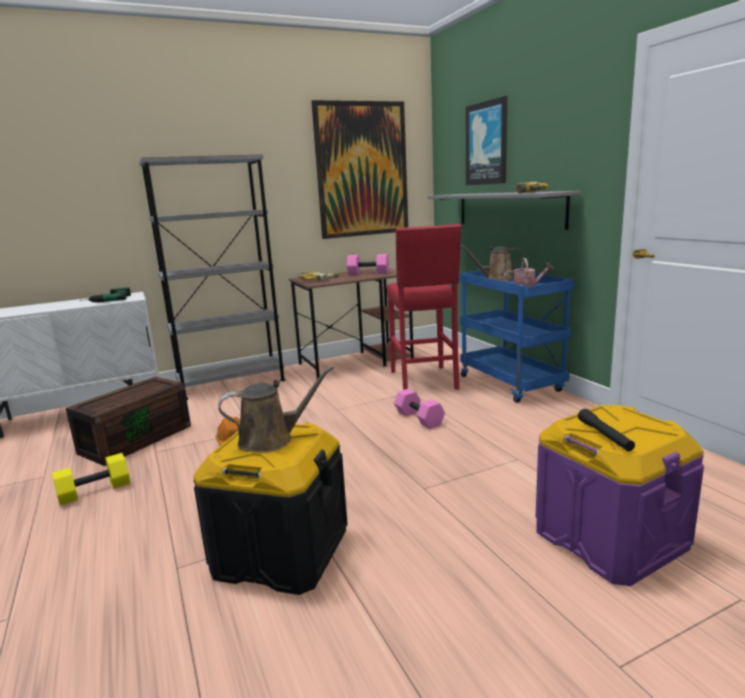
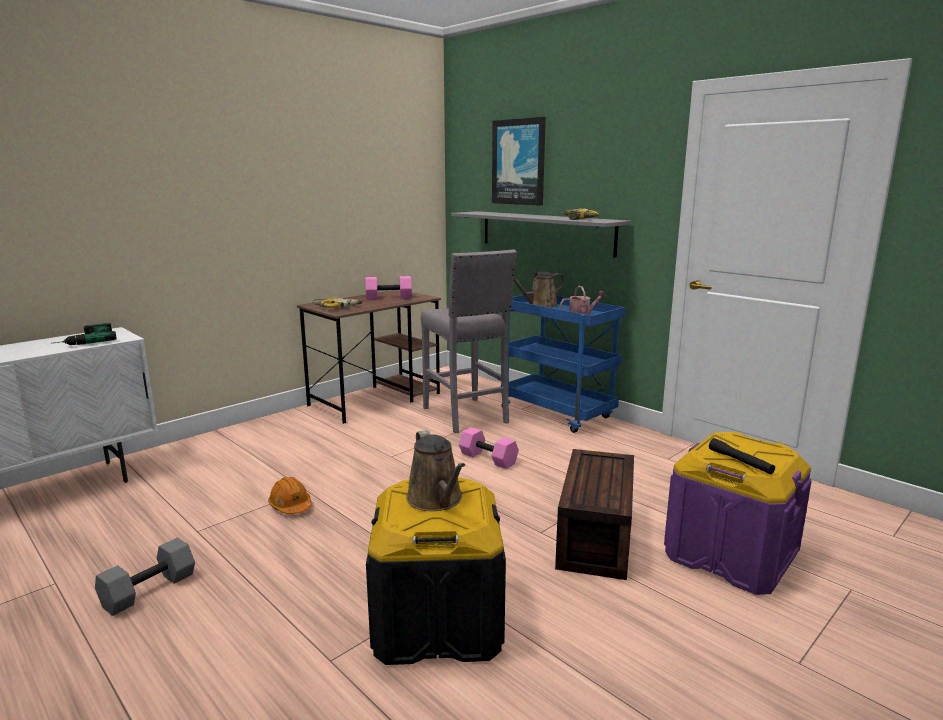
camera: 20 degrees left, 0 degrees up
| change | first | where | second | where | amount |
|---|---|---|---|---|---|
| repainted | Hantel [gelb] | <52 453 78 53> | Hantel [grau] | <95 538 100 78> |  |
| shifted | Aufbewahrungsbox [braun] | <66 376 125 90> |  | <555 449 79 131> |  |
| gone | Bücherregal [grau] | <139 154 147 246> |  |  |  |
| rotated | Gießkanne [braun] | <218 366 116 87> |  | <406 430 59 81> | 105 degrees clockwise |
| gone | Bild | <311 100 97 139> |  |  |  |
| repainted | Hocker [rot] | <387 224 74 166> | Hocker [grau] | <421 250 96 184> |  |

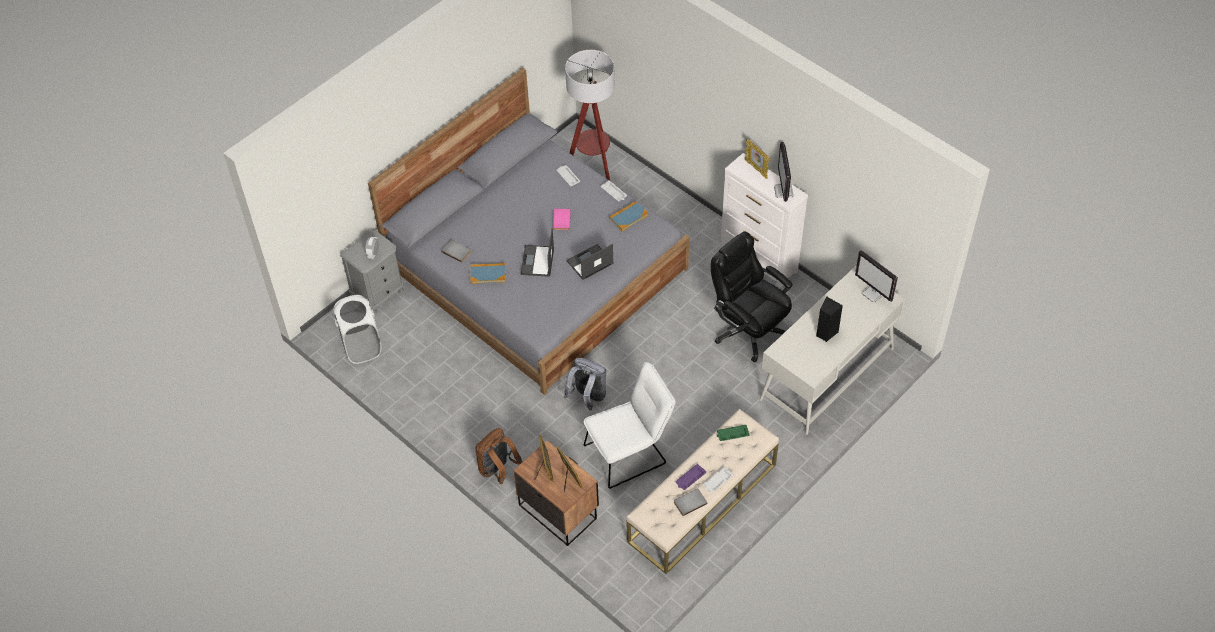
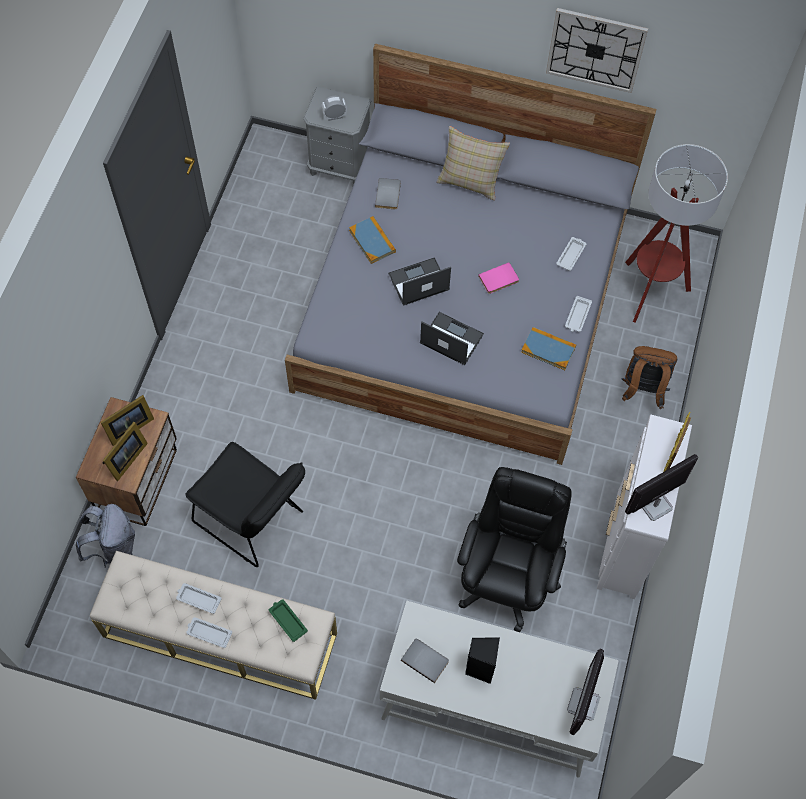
camera: 60 degrees right, 10 degrees up
| change | first | where | second | where | amount |
|---|---|---|---|---|---|
| gone | Wäschekorb [weiß] | <333 295 49 69> |  |  |  |
| shifted | Rucksack [braun] | <476 428 47 56> |  | <621 346 56 63> |  |
| shifted | Rucksack [grau] | <564 358 42 52> |  | <76 504 59 64> |  |
| repainted | Stuhl [weiß] | <584 362 92 127> | Stuhl [schwarz] | <185 442 120 125> |  |
| shifted | Buch [grau] | <674 489 33 27> |  | <401 639 48 44> |  |
| repainted | Tablett [lila] | <676 464 30 26> | Tablett [weiß] | <176 583 46 31> |  |
| new |  |  | Kissen [beige] | <436 126 74 75> |  |
| new |  |  | Wanduhr | <546 8 102 85> |  |

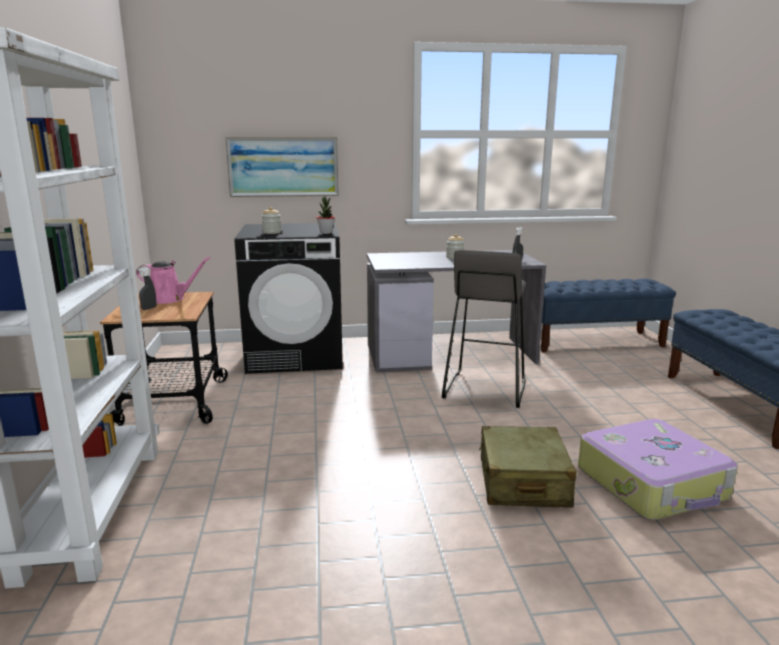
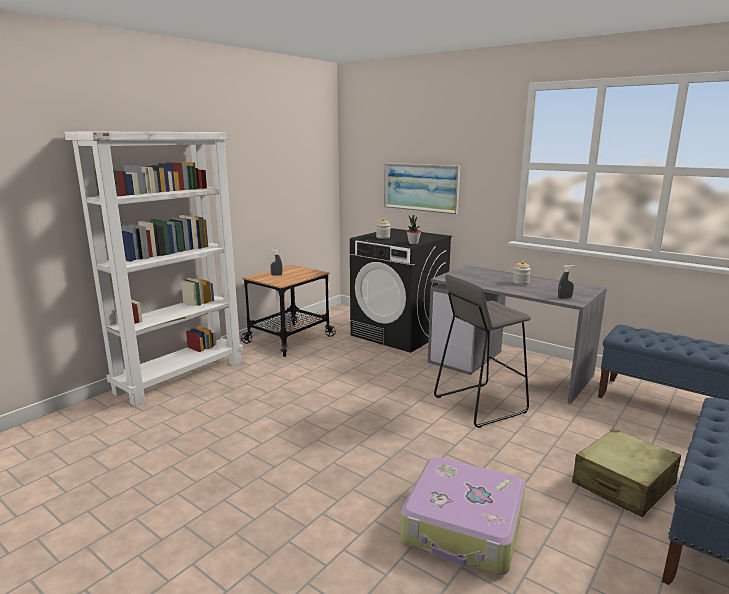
camera: 45 degrees right, 0 degrees up
| change | first | where | second | where | amount |
|---|---|---|---|---|---|
| gone | Gießkanne [rosa] | <136 257 74 47> |  |  |  |
| shifted | Koffer [beige] | <479 426 98 81> |  | <572 429 109 88> |  |

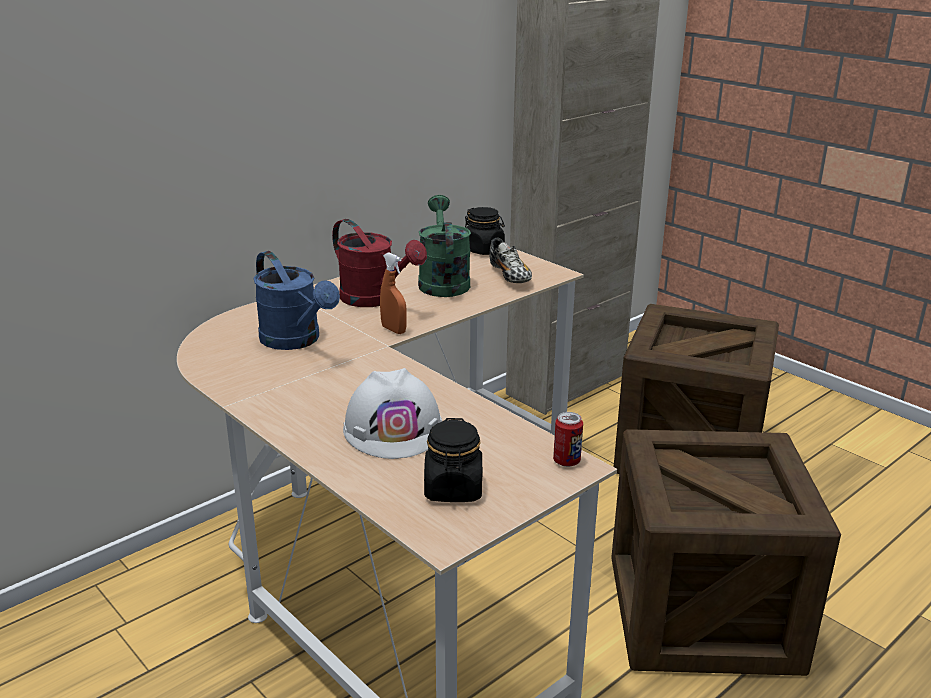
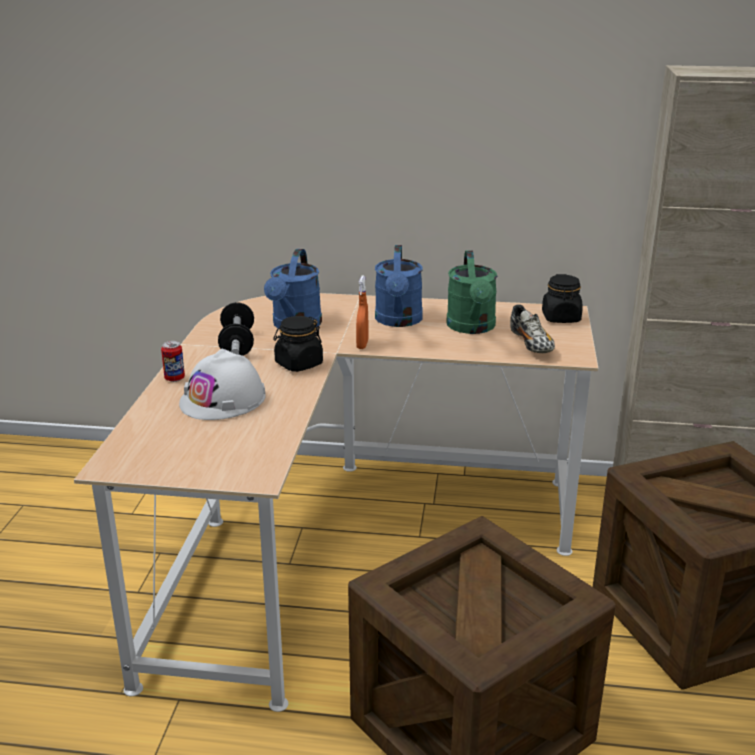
camera: 50 degrees right, 0 degrees up
| change | first | where | second | where | amount |
|---|---|---|---|---|---|
| repainted | Gießkanne [rot] | <332 219 95 88> | Gießkanne [blau] | <375 245 48 82> |  |
| rotated | Gießkanne [grün] | <418 195 53 102> |  | <446 250 51 84> | 135 degrees clockwise |
| shifted | Vorratsglas [schwarz] | <424 418 59 84> |  | <273 316 50 56> |  |
| rotated | Schuh | <489 238 43 45> |  | <510 305 45 48> | 45 degrees counterclockwise |
| shifted | Dose | <553 412 30 55> |  | <161 341 24 41> |  |
| new |  |  | Hantel | <218 302 36 54> |  |

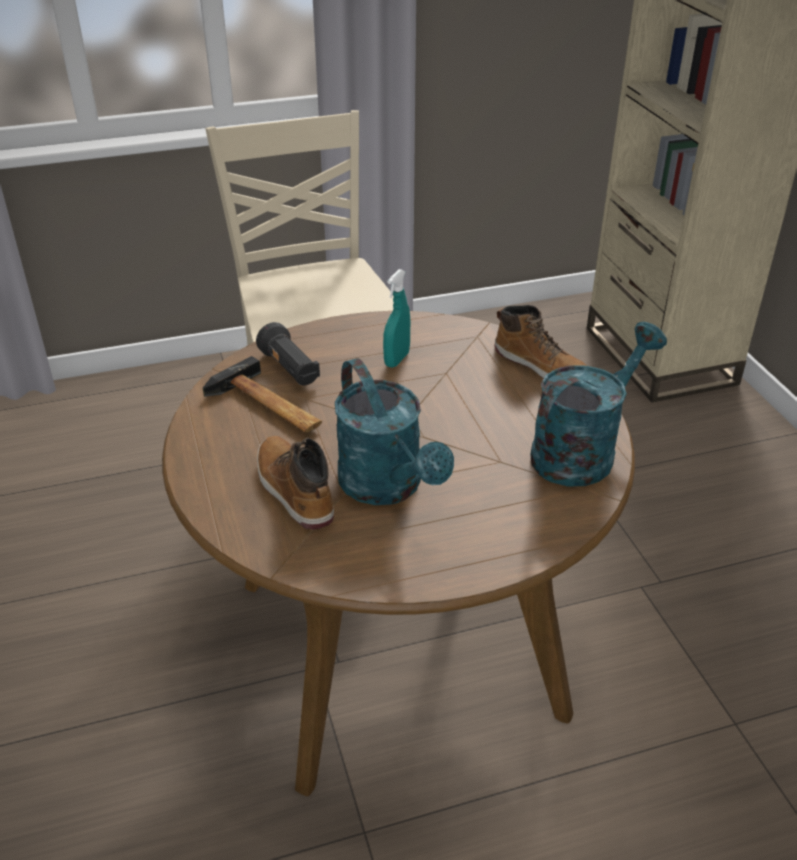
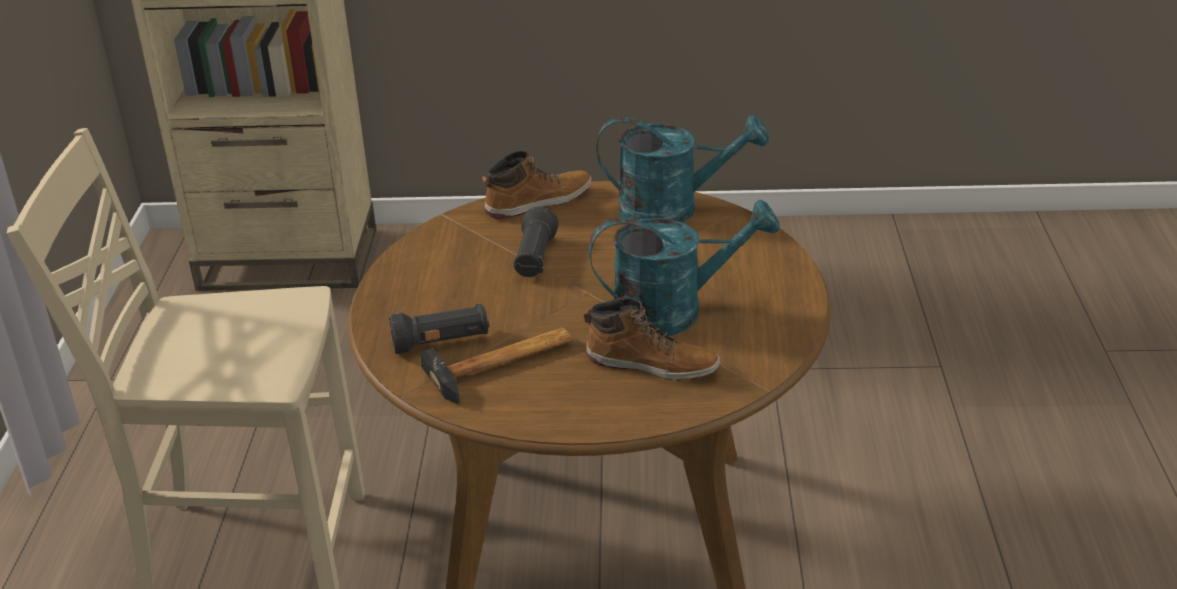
camera: 70 degrees left, 5 degrees down
| change | first | where | second | where | amount |
|---|---|---|---|---|---|
| rotated | Stiefel | <257 436 77 94> |  | <584 297 136 84> | 150 degrees counterclockwise |
| gone | Sprühflasche [türkis] | <383 269 27 98> |  |  |  |
| rotated | Gießkanne [türkis] | <530 322 137 164> |  | <596 115 173 108> | 120 degrees clockwise |
| new |  |  | Taschenlampe [schwarz] | <514 207 44 70> |  |

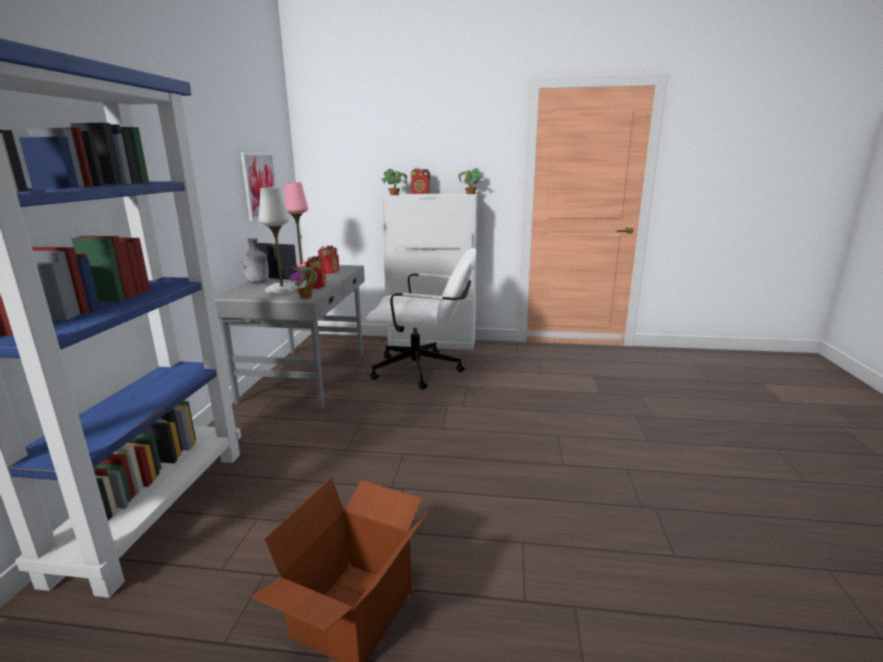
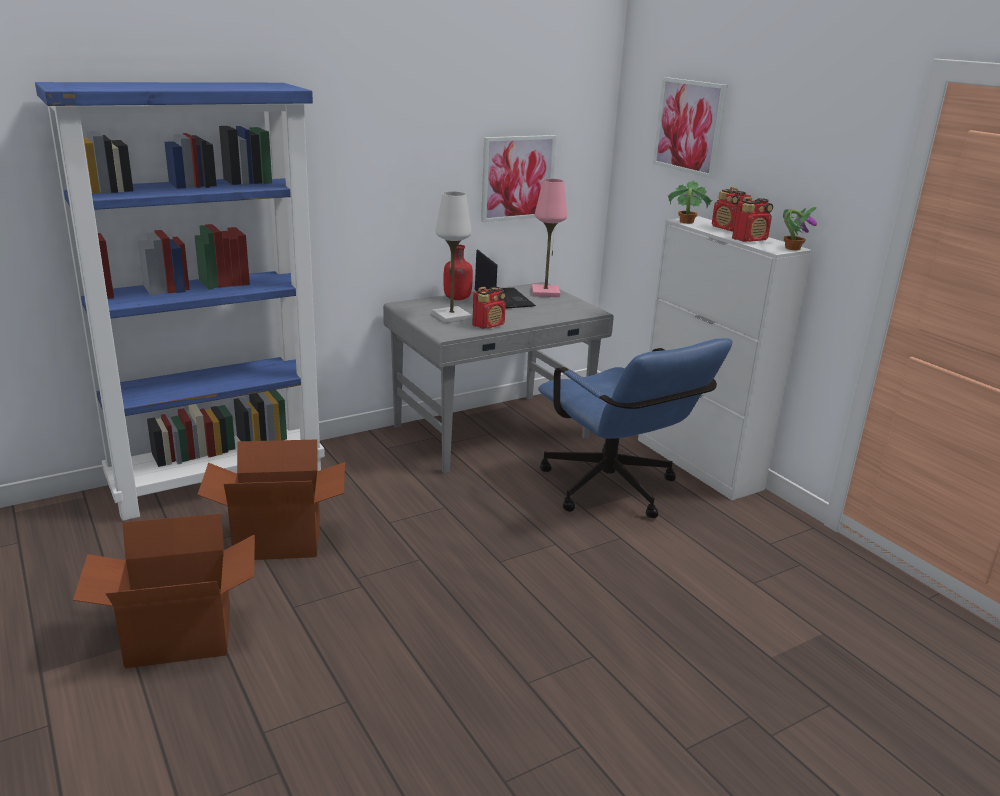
camera: 50 degrees right, 5 degrees up
| change | first | where | second | where | amount |
|---|---|---|---|---|---|
| repainted | Flasche [grau] | <243 238 26 45> | Flasche [rot] | <443 244 30 56> |  |
| gone | Topfpflanze | <290 267 27 31> |  |  |  |
| shifted | Radio | <318 246 21 28> |  | <732 197 41 45> |  |
| repainted | Bürostuhl [weiß] | <366 248 111 141> | Bürostuhl [blau] | <538 338 195 180> |  |
| new |  |  | Karton | <197 439 148 121> |  |
| new |  |  | Bild | <653 77 74 101> |  |

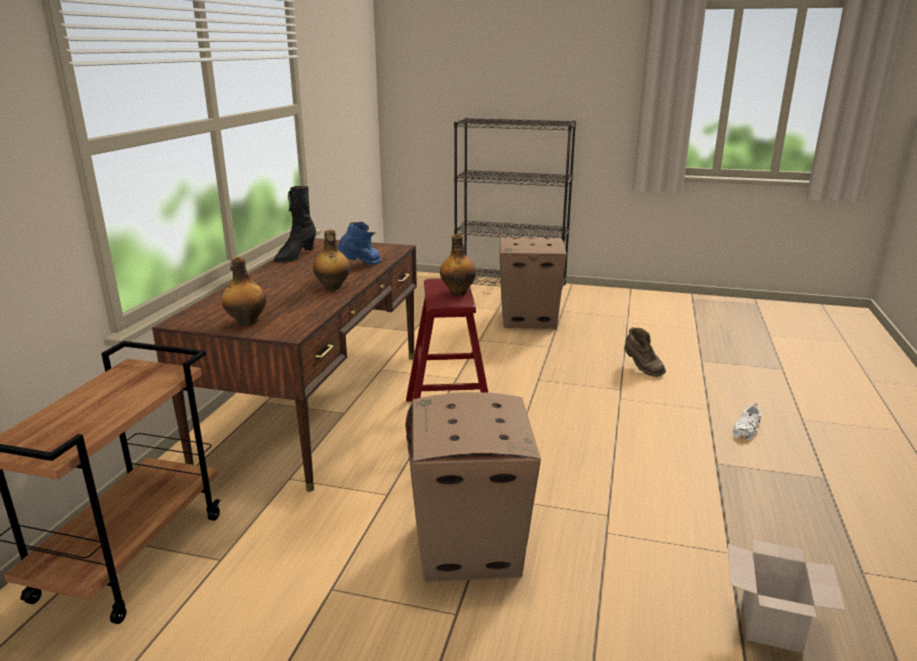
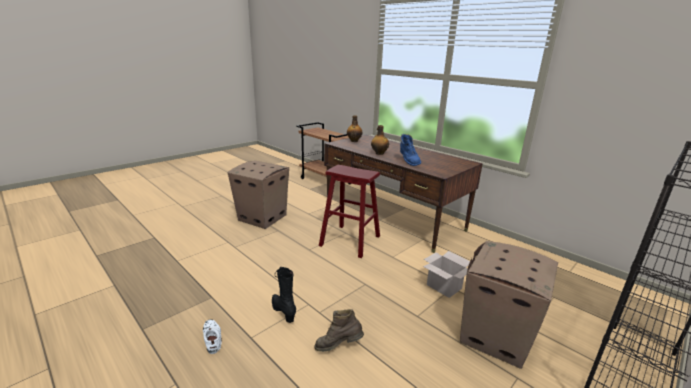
camera: 120 degrees right, 0 degrees up
| change | first | where | second | where | amount |
|---|---|---|---|---|---|
| shifted | Stiefel [schwarz] | <274 186 42 77> |  | <272 267 24 56> |  |
| gone | Flasche | <440 234 36 61> |  |  |  |
| shifted | Karton | <728 540 117 113> |  | <423 251 47 47> |  |

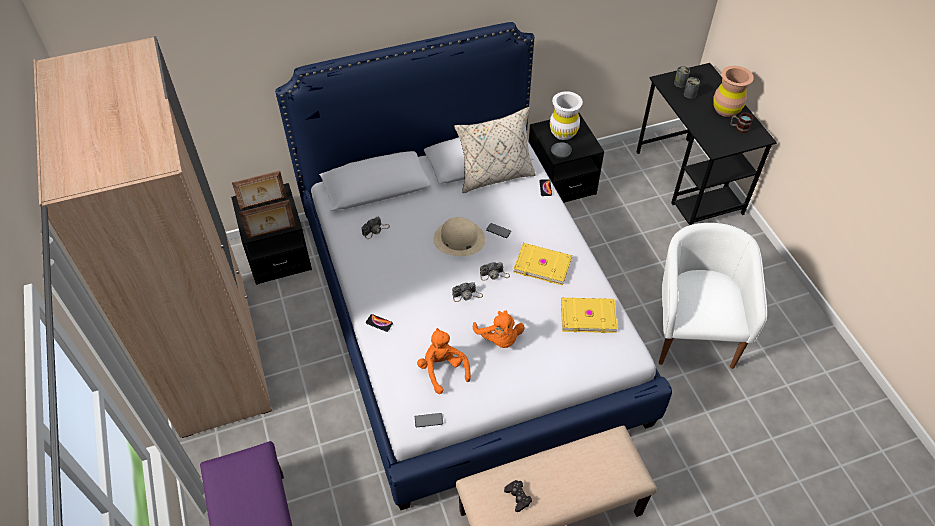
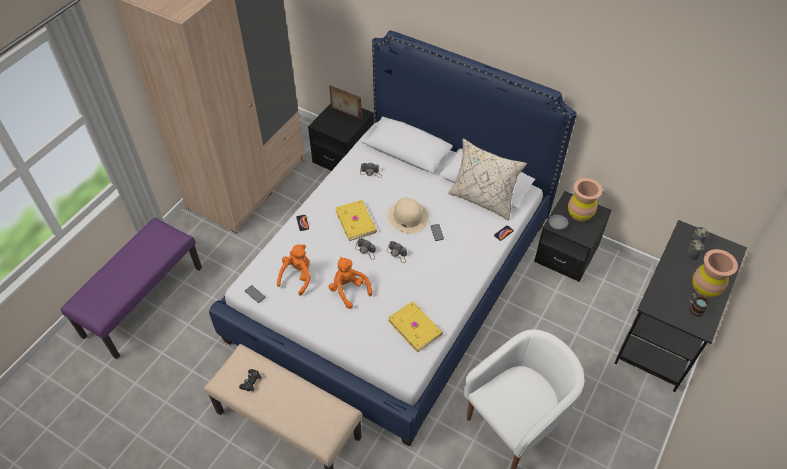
camera: 50 degrees right, 0 degrees up
| change | first | where | second | where | amount |
|---|---|---|---|---|---|
| gone | Bilderrahmen | <239 200 57 39> |  |  |  |
| rotated | Plüschtier [orange] | <473 310 52 38> |  | <328 257 44 52> | 120 degrees clockwise |
| shifted | Buch [gelb] | <513 243 59 43> |  | <335 200 42 41> |  |
| repainted | Vase [weiß] | <550 91 33 49> | Vase [braun] | <568 178 34 44> |  |

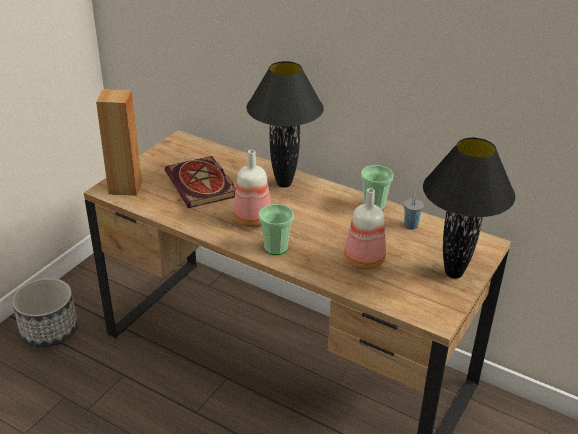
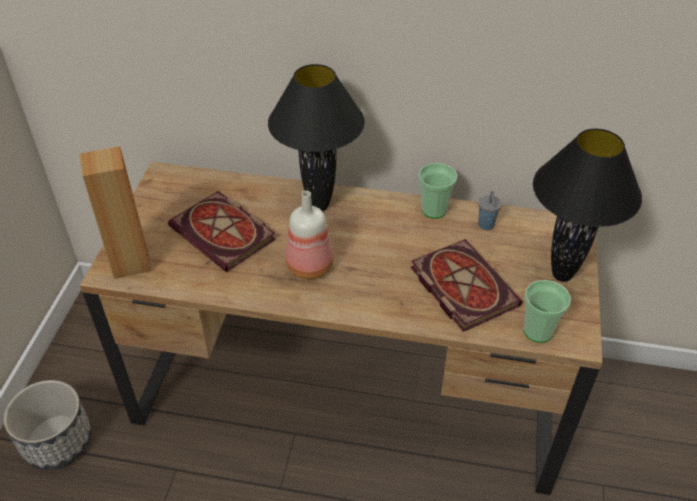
camera: 20 degrees left, 10 degrees up
| change | first | where | second | where | amount |
|---|---|---|---|---|---|
| shifted | Tasse | <259 204 35 51> |  | <524 280 47 63> |  |
| swapped | Flasche | <344 188 42 82> | Buch | <411 239 112 93> |  |

